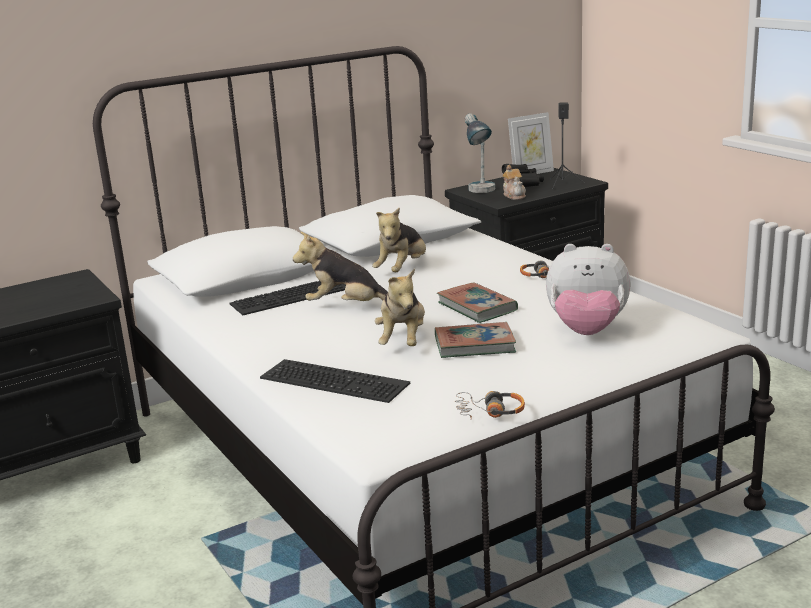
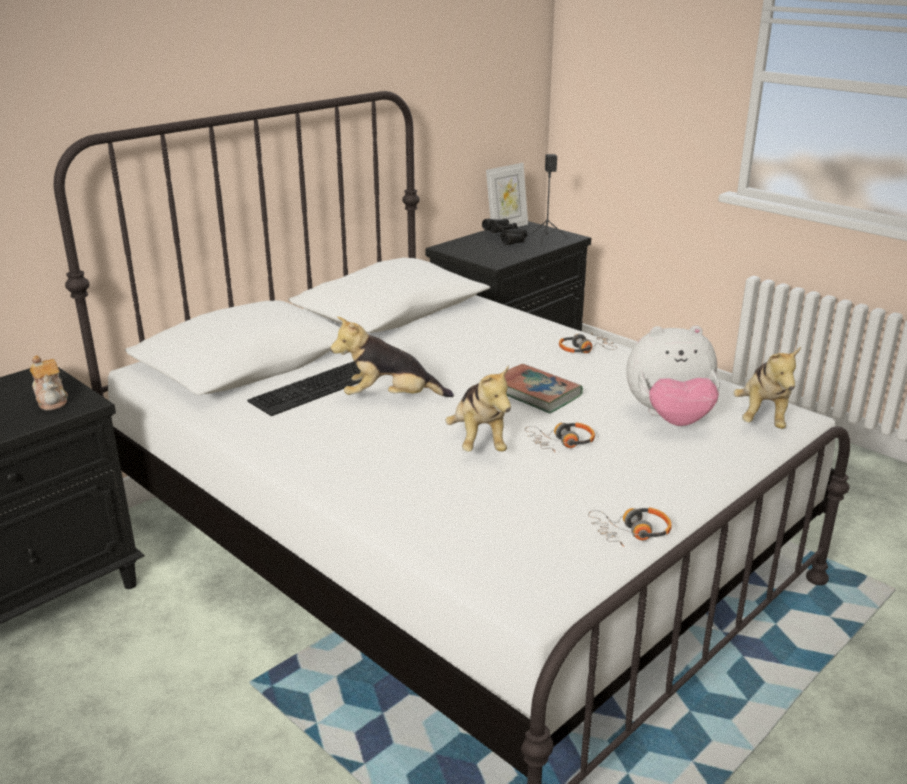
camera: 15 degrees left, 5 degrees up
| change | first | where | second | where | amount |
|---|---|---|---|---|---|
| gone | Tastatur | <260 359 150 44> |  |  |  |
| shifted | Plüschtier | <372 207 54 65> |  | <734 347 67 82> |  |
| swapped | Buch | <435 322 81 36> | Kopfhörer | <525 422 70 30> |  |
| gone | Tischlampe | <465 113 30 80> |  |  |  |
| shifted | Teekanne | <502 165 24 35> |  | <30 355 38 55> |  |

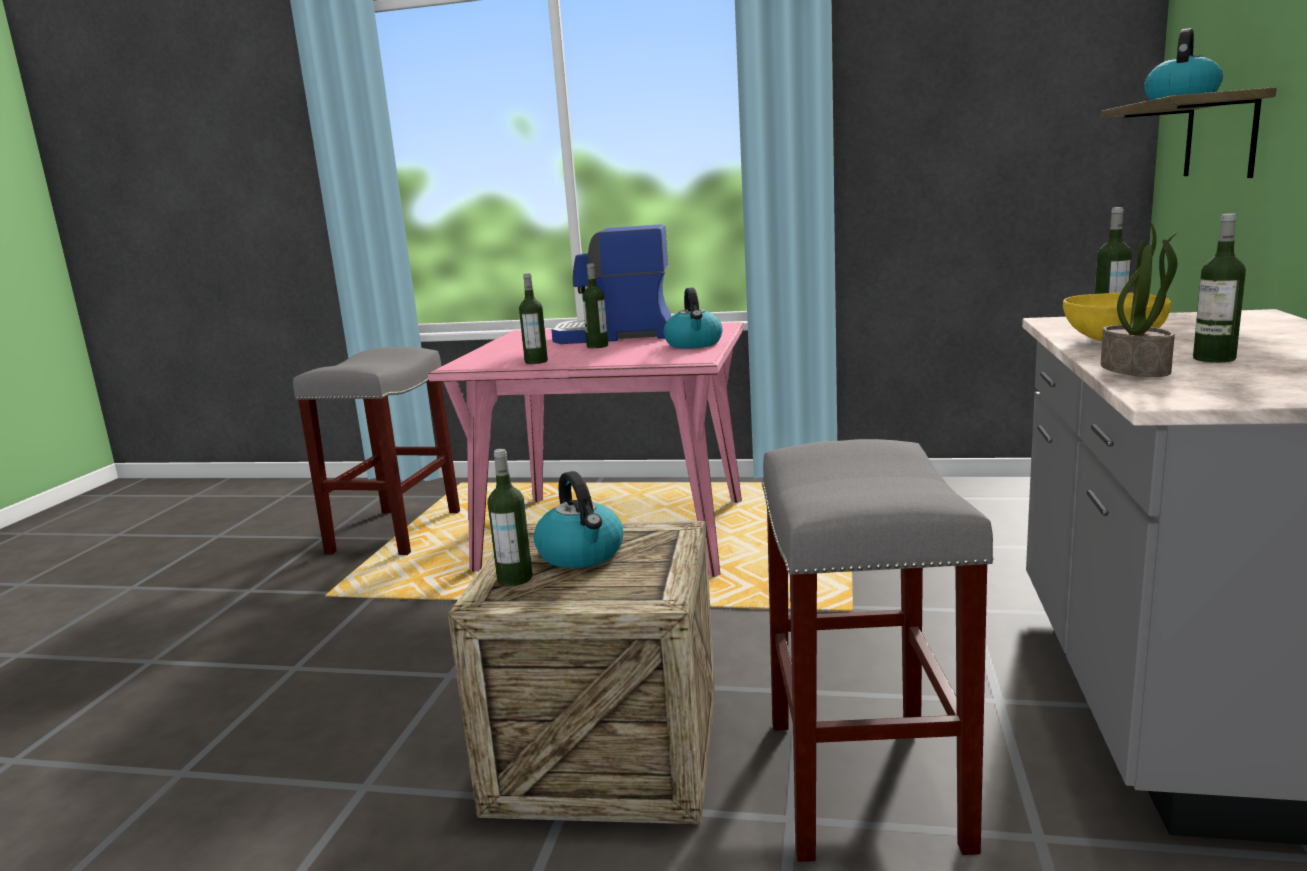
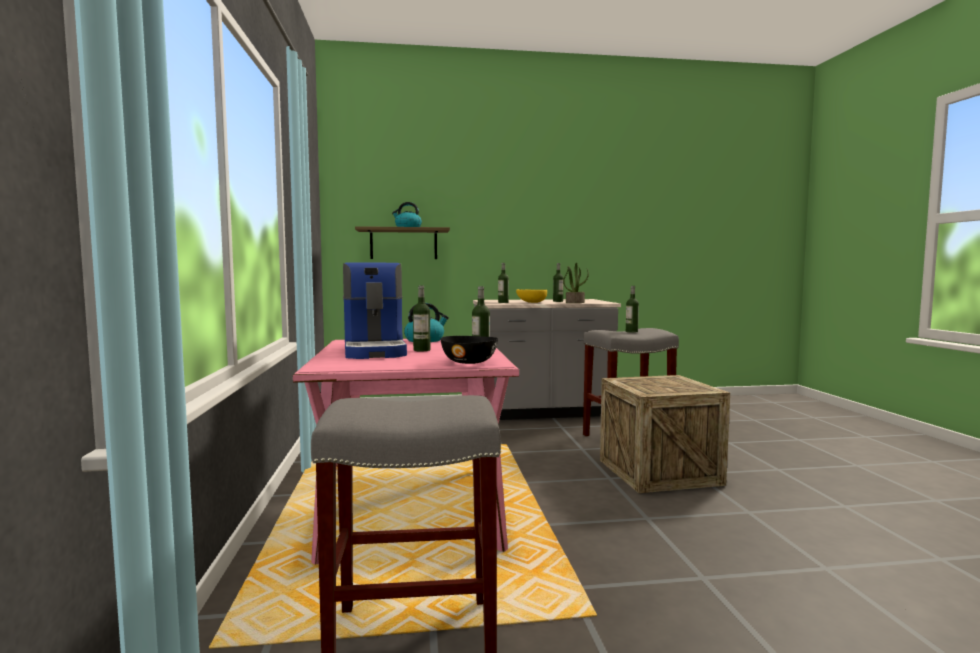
camera: 110 degrees left, 10 degrees down
| change | first | where | second | where | amount |
|---|---|---|---|---|---|
| shifted | Flasche | <487 449 46 137> |  | <626 286 13 47> |  |
| gone | Wasserkessel | <534 471 89 97> |  |  |  |
| new |  |  | Schüssel [schwarz] | <441 336 57 28> |  |

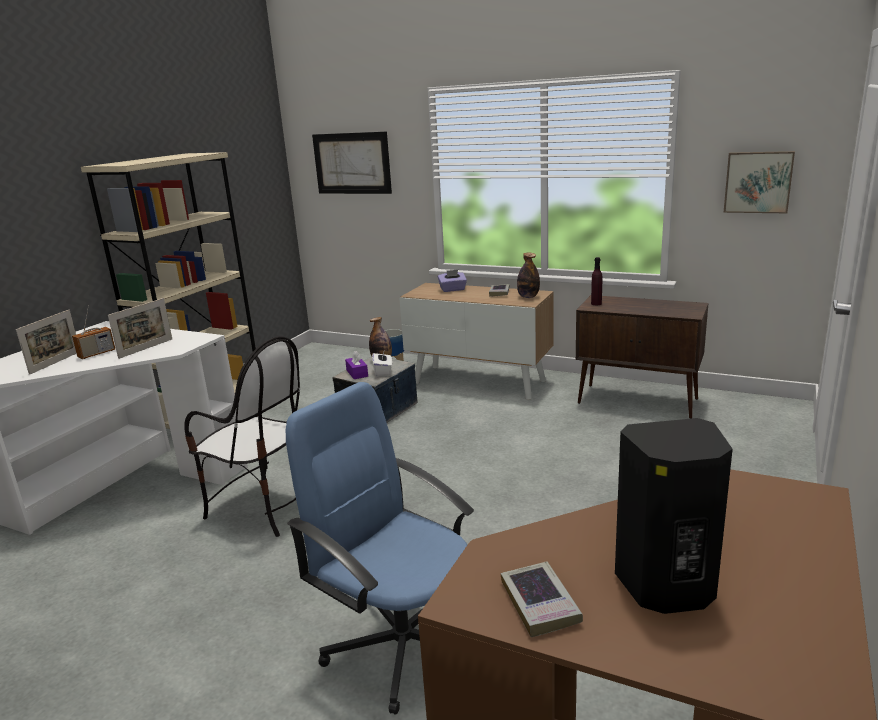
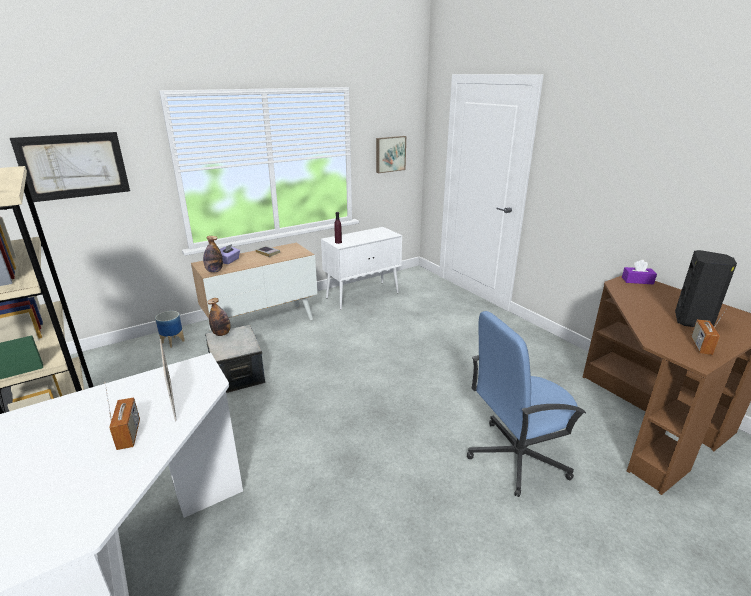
camera: 60 degrees left, 5 degrees up
| change | first | where | second | where | amount |
|---|---|---|---|---|---|
| gone | Bilderrahmen | <16 310 61 65> |  |  |  |
| gone | Stuhl | <184 336 116 201> |  |  |  |
| shifted | Taschentuchbox [lila] | <345 351 23 28> |  | <622 260 35 25> |  |
| gone | Taschentuchbox [weiß] | <372 352 20 25> |  |  |  |
| swapped | Buch | <500 562 83 75> | Radio | <691 309 36 46> |  |
| shifted | Flasche | <517 253 23 45> |  | <203 236 20 37> |  |
| repainted | Schrank [braun] | <576 295 132 124> | Schrank [weiß] | <321 227 81 82> |  |

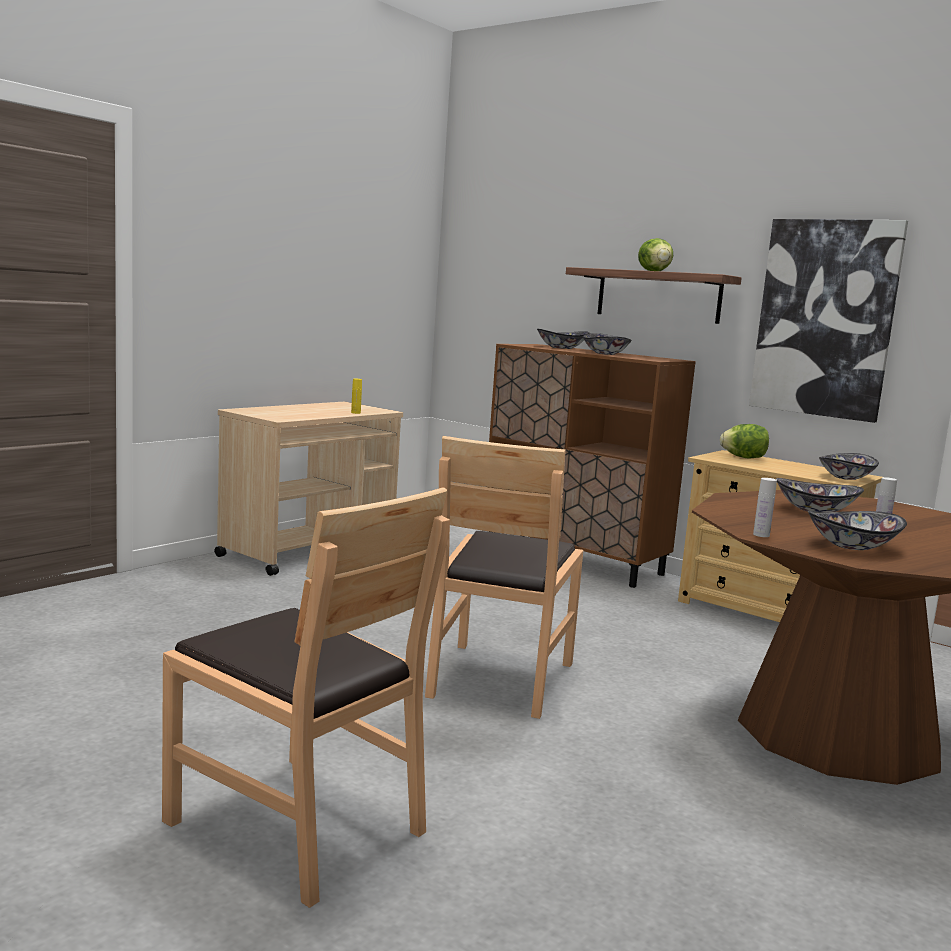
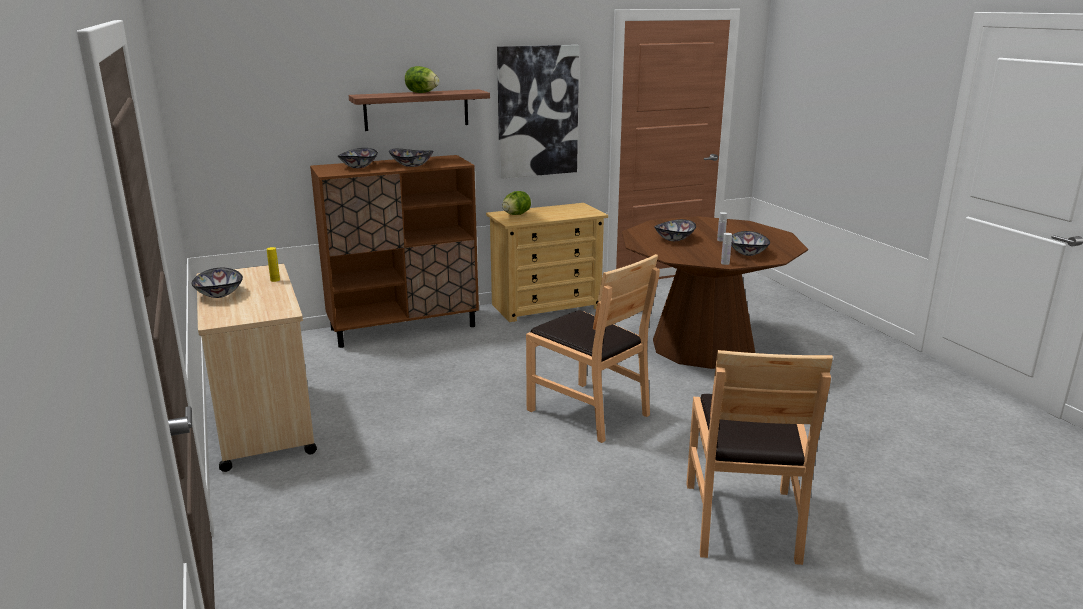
camera: 60 degrees left, 10 degrees up
| change | first | where | second | where | amount |
|---|---|---|---|---|---|
| rotated | Stuhl [braun] | <162 488 288 420> |  | <686 350 147 215> | 120 degrees clockwise |
| shifted | Schüssel | <819 453 60 27> |  | <191 268 52 30> |  |

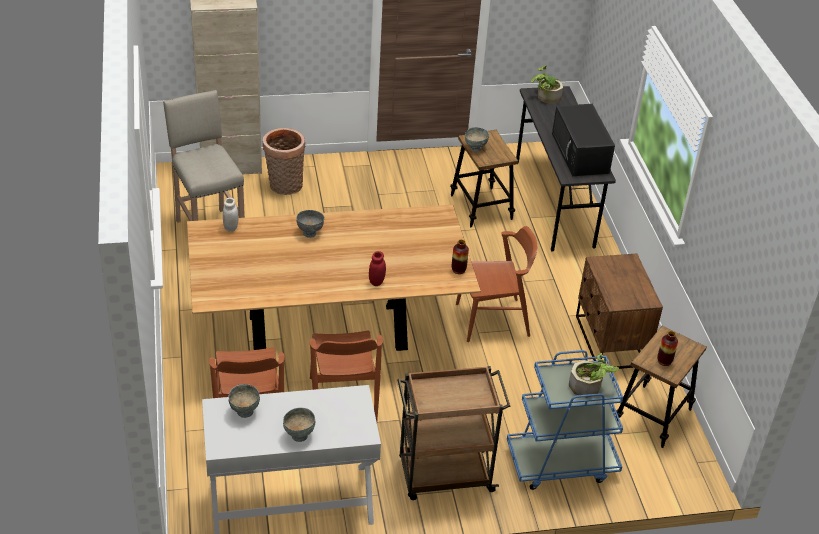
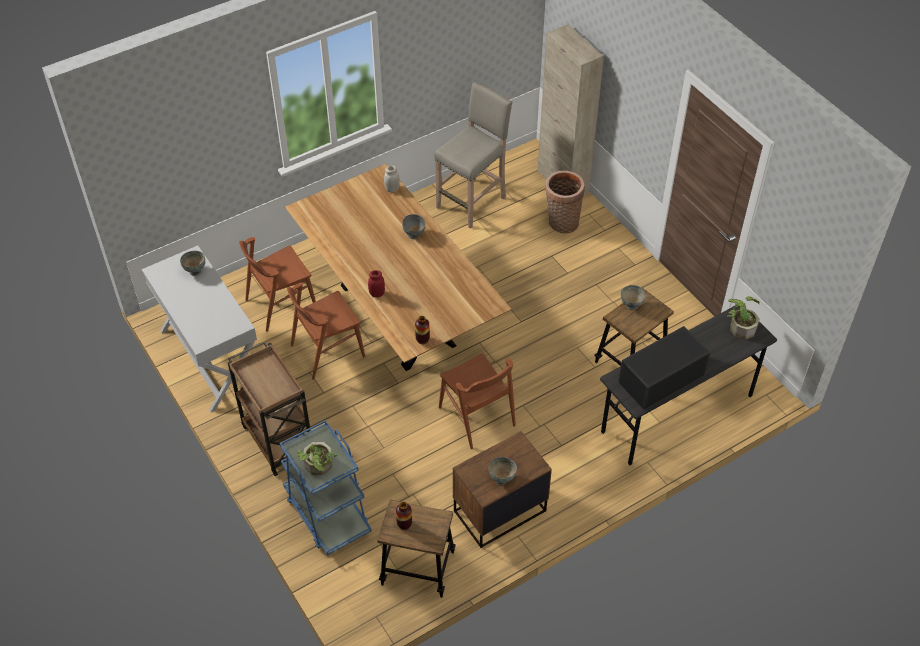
camera: 70 degrees right, 10 degrees up
| change | first | where | second | where | amount |
|---|---|---|---|---|---|
| shifted | Schüssel [grau] | <283 407 32 35> |  | <489 457 28 28> |  |

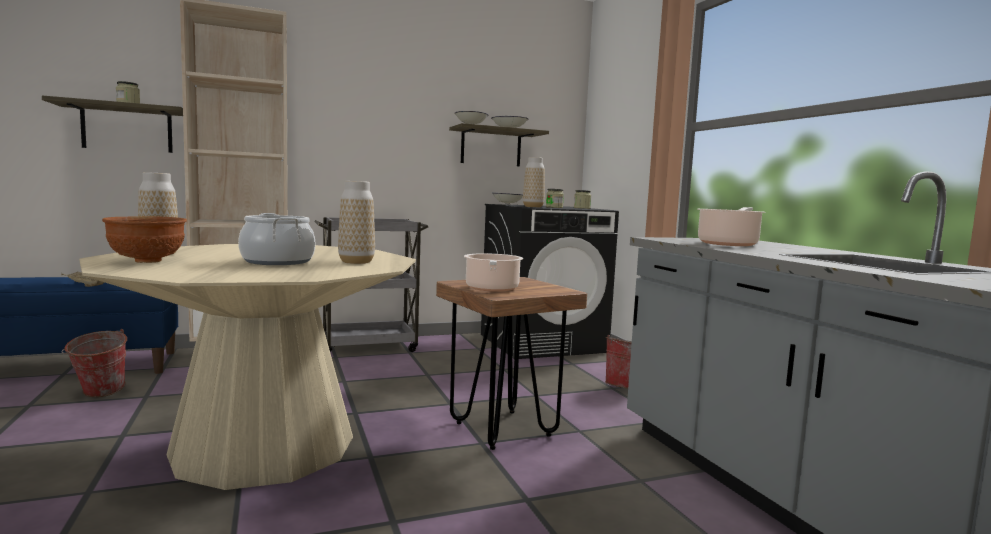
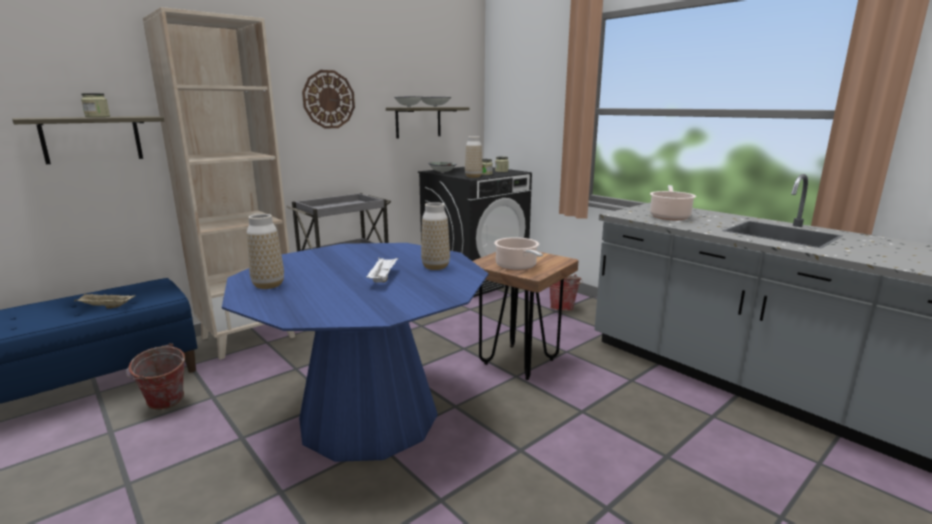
camera: 20 degrees left, 10 degrees up
| change | first | where | second | where | amount |
|---|---|---|---|---|---|
| repainted | Esstisch [beige] | <79 244 337 246> | Esstisch [blau] | <222 243 266 219> |  |
| gone | Schüssel [braun] | <102 216 85 47> |  |  |  |
| swapped | Kochtopf | <238 213 77 52> | Tablett [weiß] | <367 258 31 25> |  |
| new |  |  | Wanduhr | <302 70 53 59> |  |

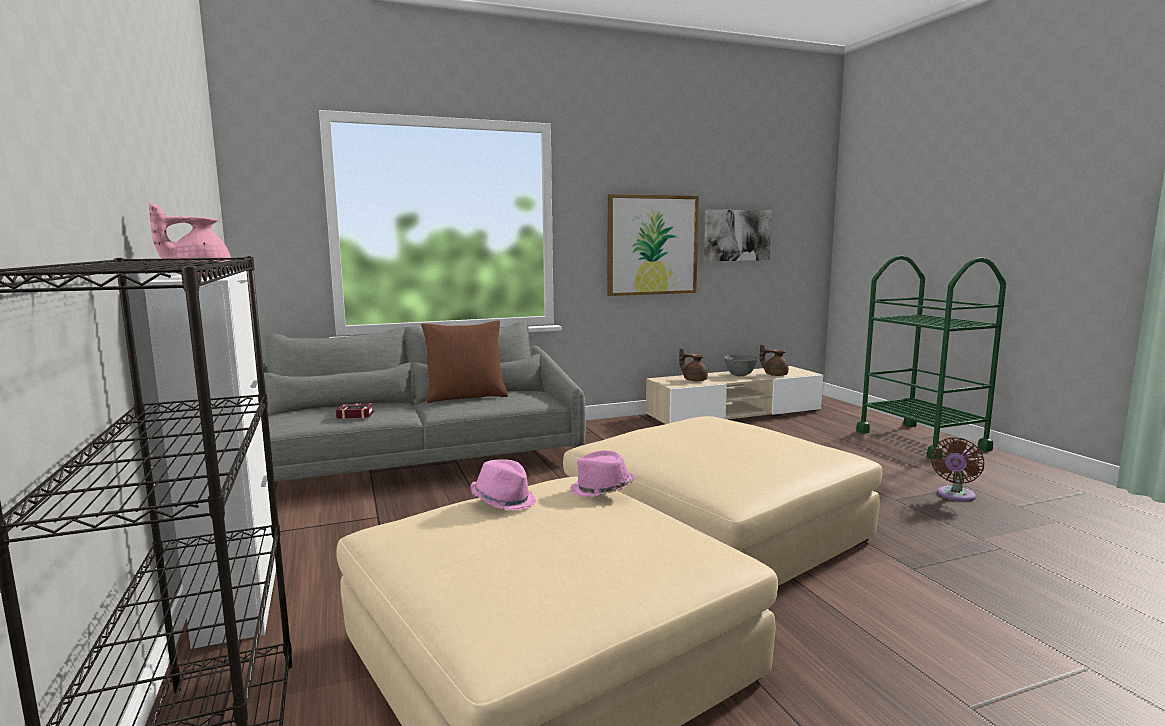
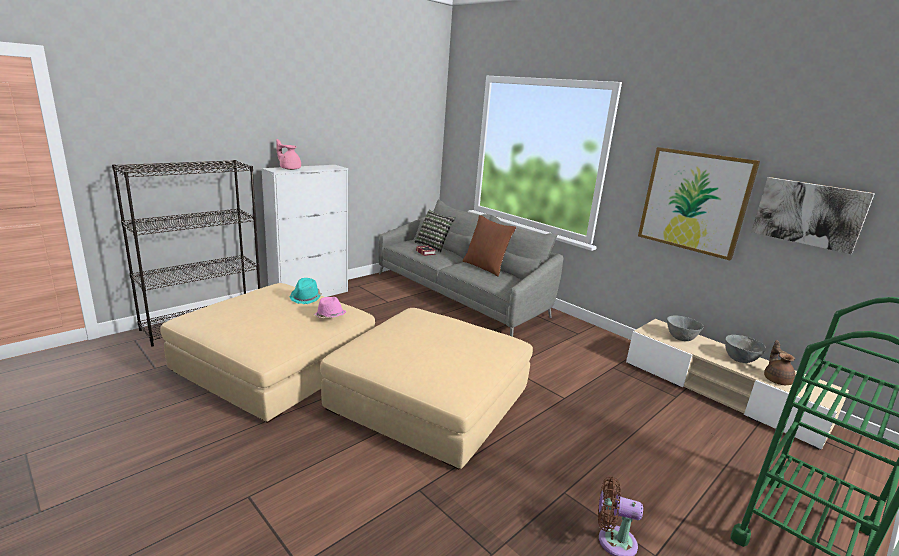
camera: 65 degrees right, 10 degrees up
| change | first | where | second | where | amount |
|---|---|---|---|---|---|
| repainted | Hut [rosa] | <470 459 66 52> | Hut [türkis] | <290 278 32 26> |  |
| swapped | Teekanne [braun] | <679 348 29 33> | Schüssel [grau] | <667 315 36 26> |  |
| new |  |  | Kissen | <415 210 40 42> |  |

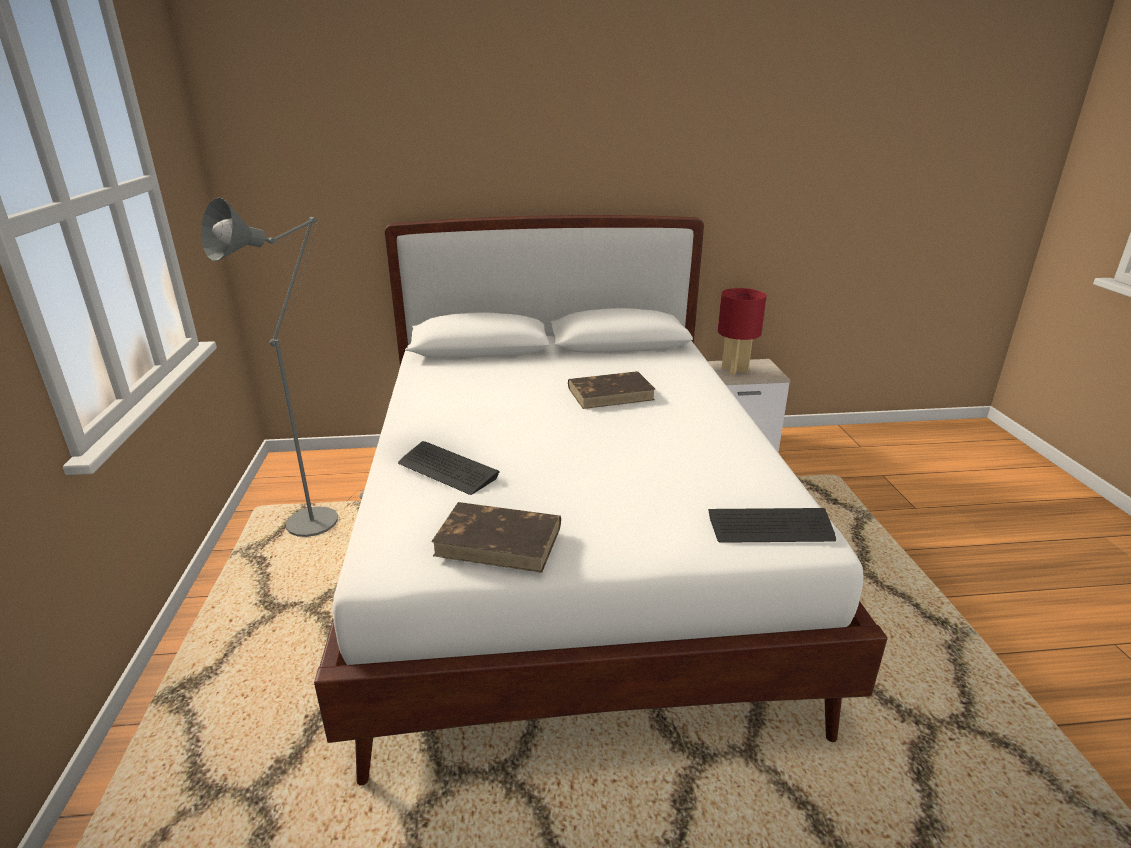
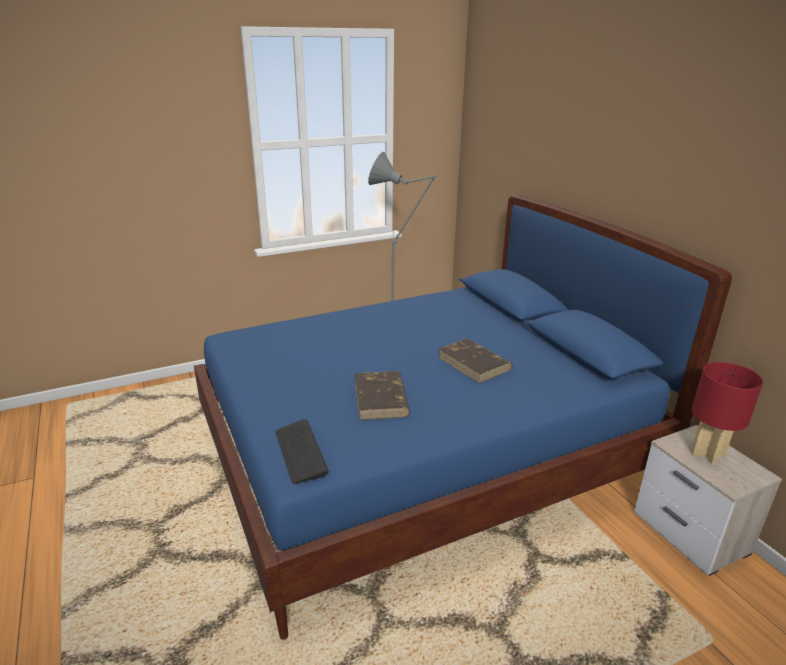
camera: 70 degrees right, 0 degrees up
| change | first | where | second | where | amount |
|---|---|---|---|---|---|
| repainted | Bett [weiß] | <314 215 574 571> | Bett [blau] | <194 195 538 445> |  |
| gone | Tastatur | <398 441 102 54> |  |  |  |
| shifted | Buch [braun] | <431 502 130 71> |  | <355 371 55 49> |  |

